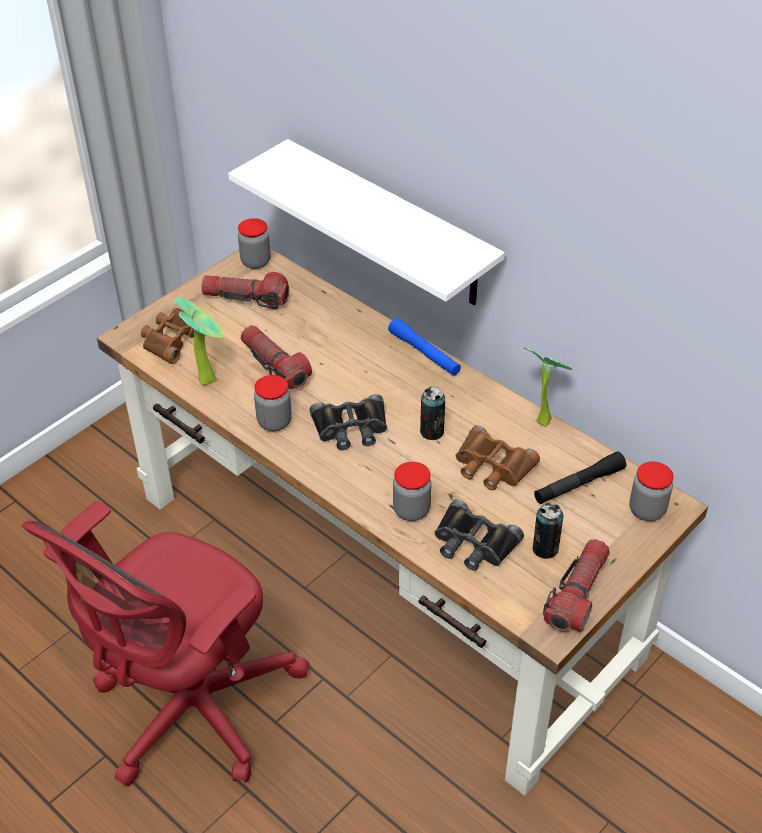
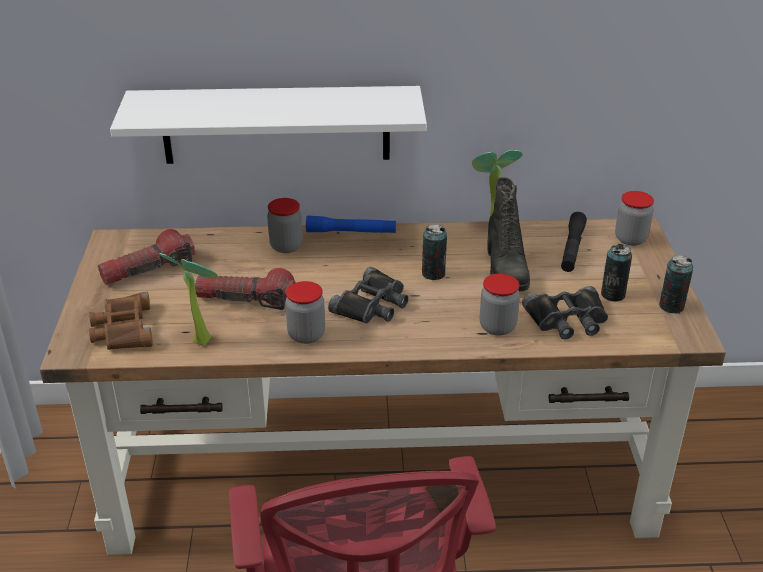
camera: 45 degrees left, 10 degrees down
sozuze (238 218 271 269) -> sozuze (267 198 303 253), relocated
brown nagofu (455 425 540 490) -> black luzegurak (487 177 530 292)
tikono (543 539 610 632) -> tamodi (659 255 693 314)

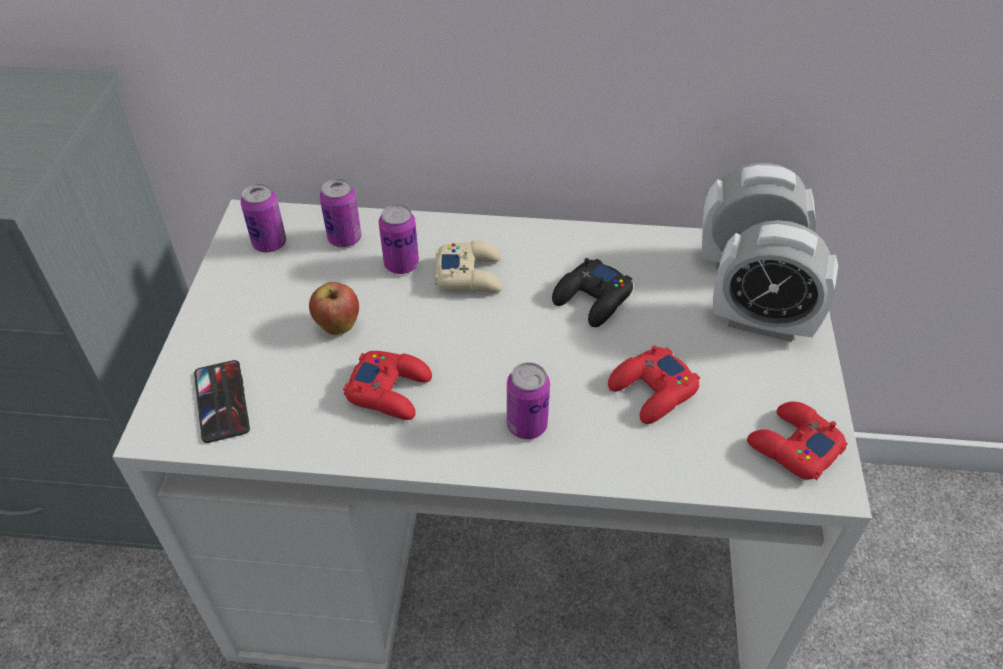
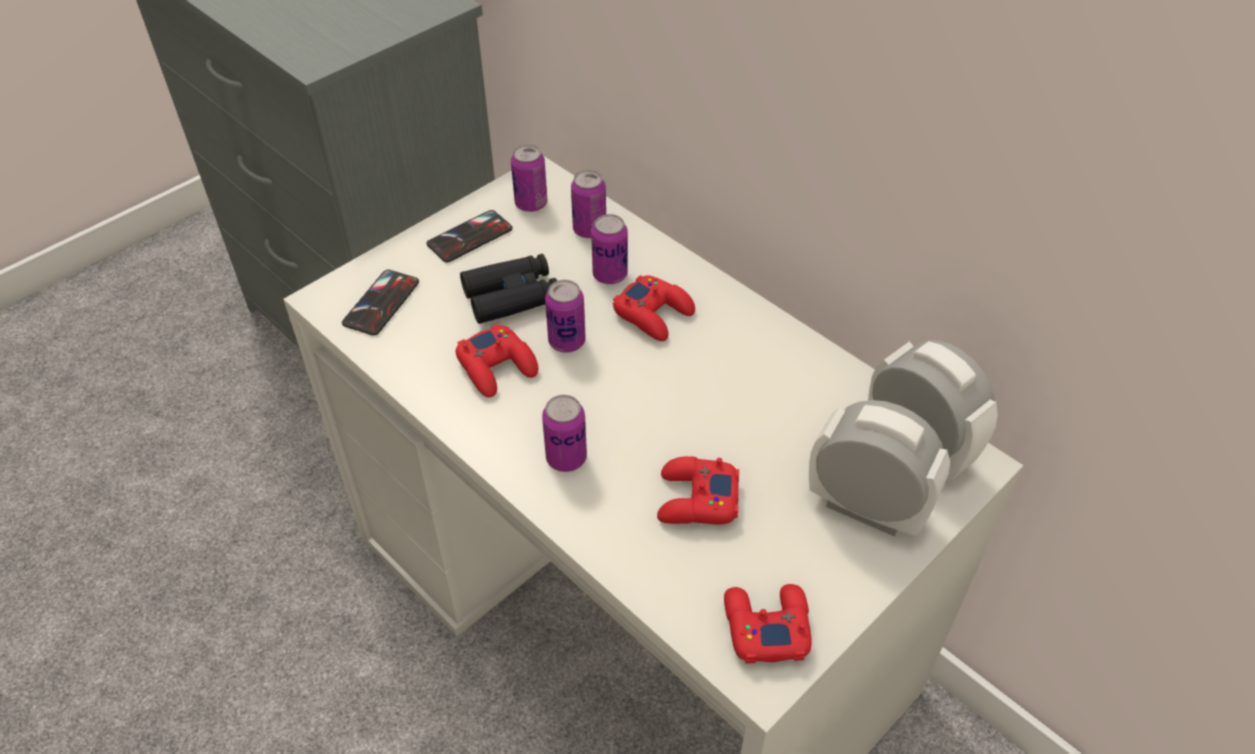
camera: 40 degrees right, 0 degrees up
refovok (309 282 359 335) -> black nagofu (460 254 557 324)
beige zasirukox (435 240 502 293) -> red zasirukox (613 275 695 341)
black zasirukox (552 258 633 327) -> none
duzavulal (713 220 838 342) -> duzavulal (809 400 950 536), 150 degrees clockwise
none -> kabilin (426 210 512 262)
none -> tamodi (545 280 586 353)

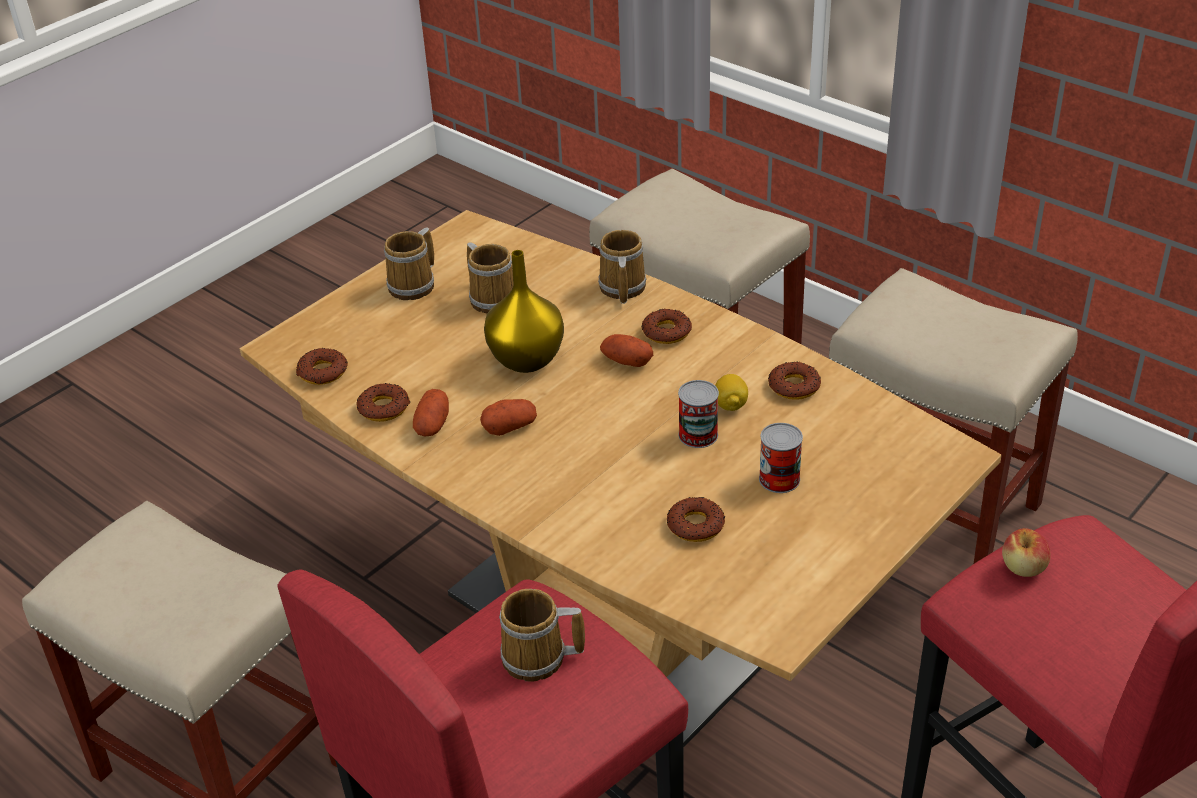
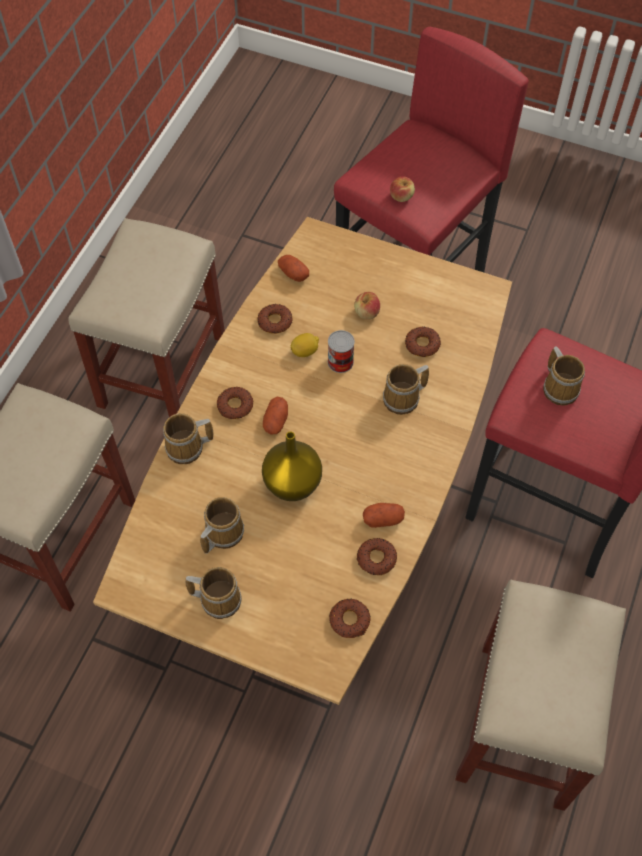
camera: 110 degrees left, 20 degrees up
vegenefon (480 399 537 436) -> vegenefon (278 255 309 282), relocated
tamodi (759 423 803 493) -> refovok (354 292 380 320)
none -> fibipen (383 364 429 415)

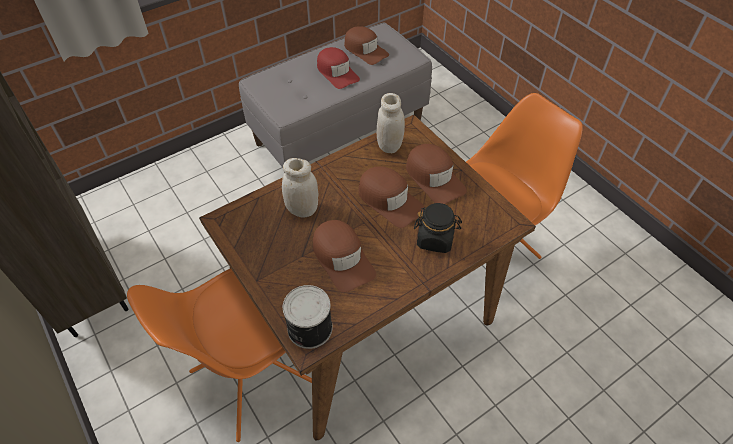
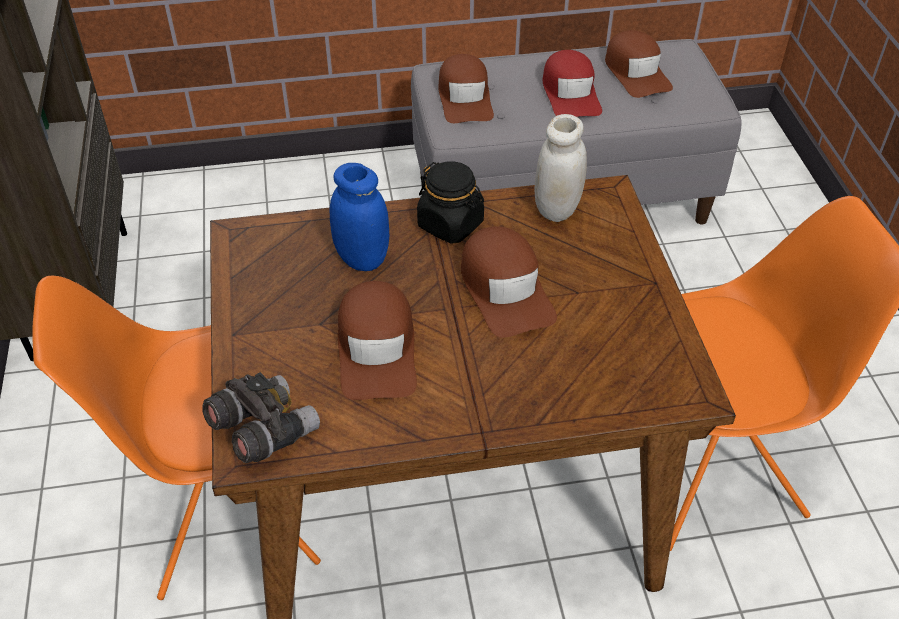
camera: 25 degrees right, 5 degrees down
white sozuze (282 158 318 218) -> blue sozuze (330 163 389 271)
tamodi (283 285 333 349) -> grey nagofu (203 372 320 463)
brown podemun (406 144 467 204) -> brown podemun (438 54 494 123), relocated
black sozuze (414 203 462 253) -> black sozuze (417 161 484 244), relocated

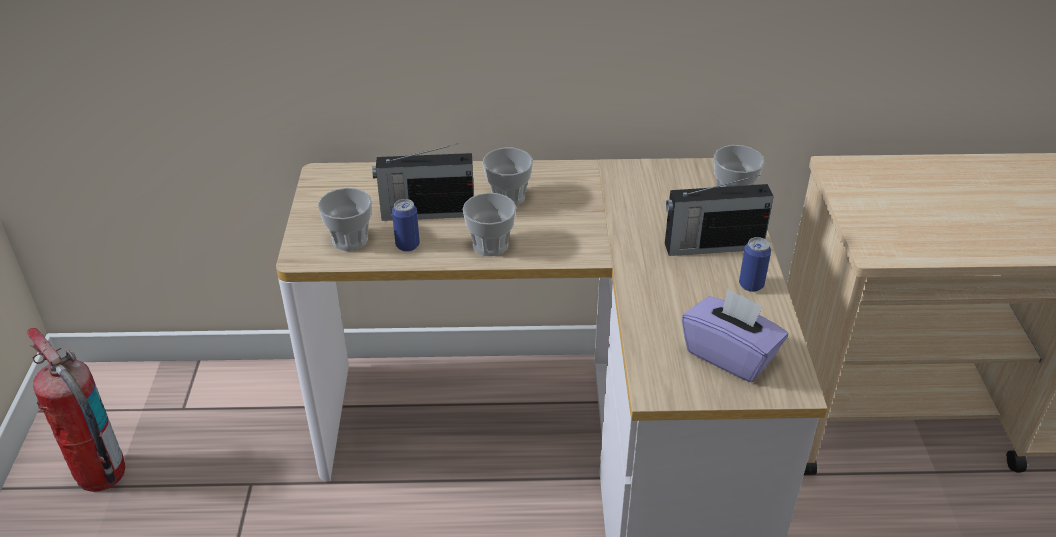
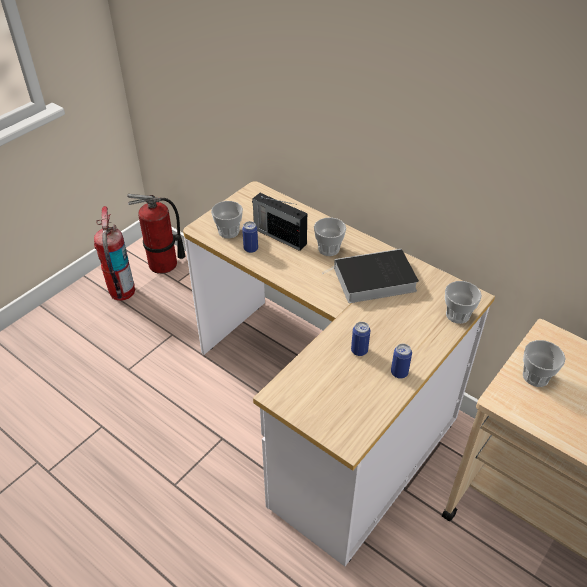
camera: 40 degrees right, 5 degrees up
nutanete (463 193 516 256) -> nutanete (523 340 566 387), relocated
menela (665 175 774 256) -> none
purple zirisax (682 289 788 382) -> none
none -> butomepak (127 194 185 274)
none -> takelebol (322 249 419 303)
none -> tamodi (351 322 370 356)

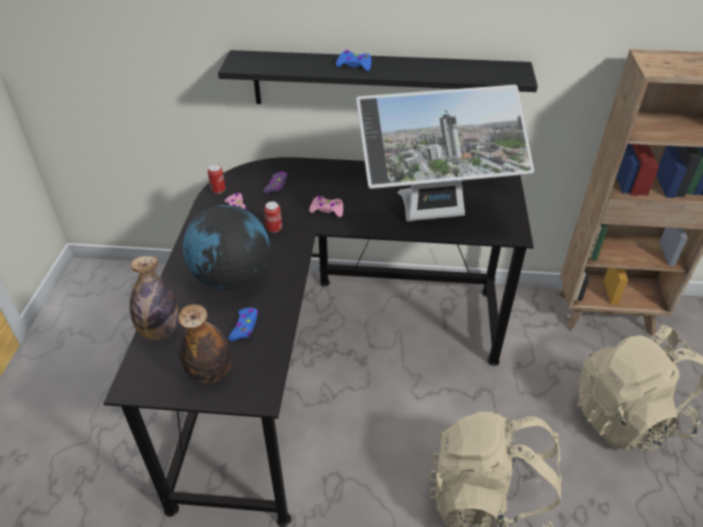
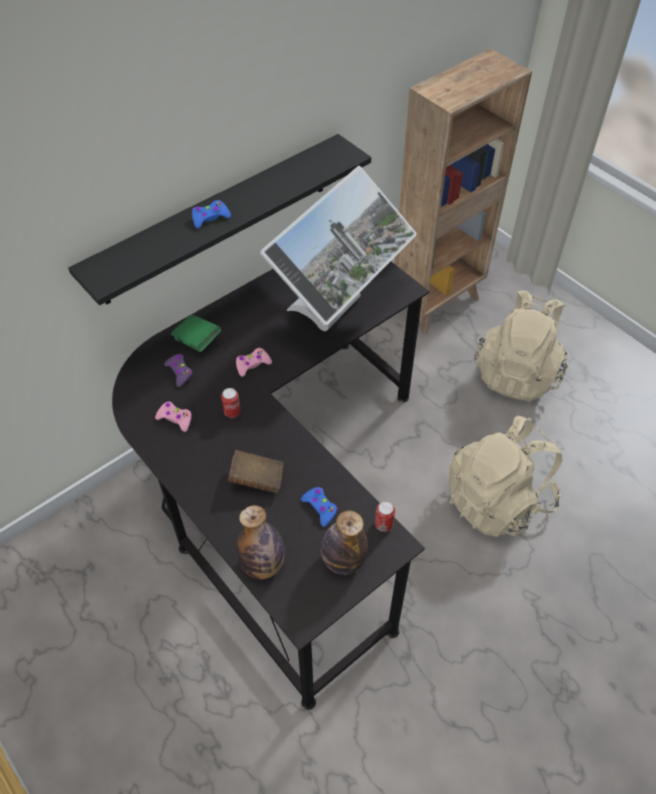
camera: 45 degrees left, 10 degrees up
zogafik (183 205 270 290) -> brown takelebol (228 450 283 494)
tamodi (208 164 226 194) -> tamodi (375 501 395 532), relocated
none -> green takelebol (171 314 221 352)

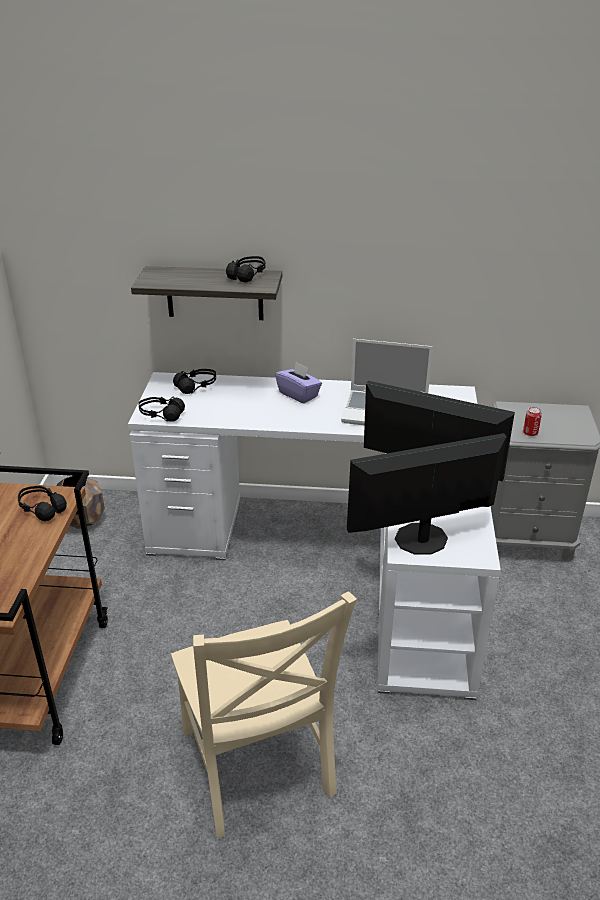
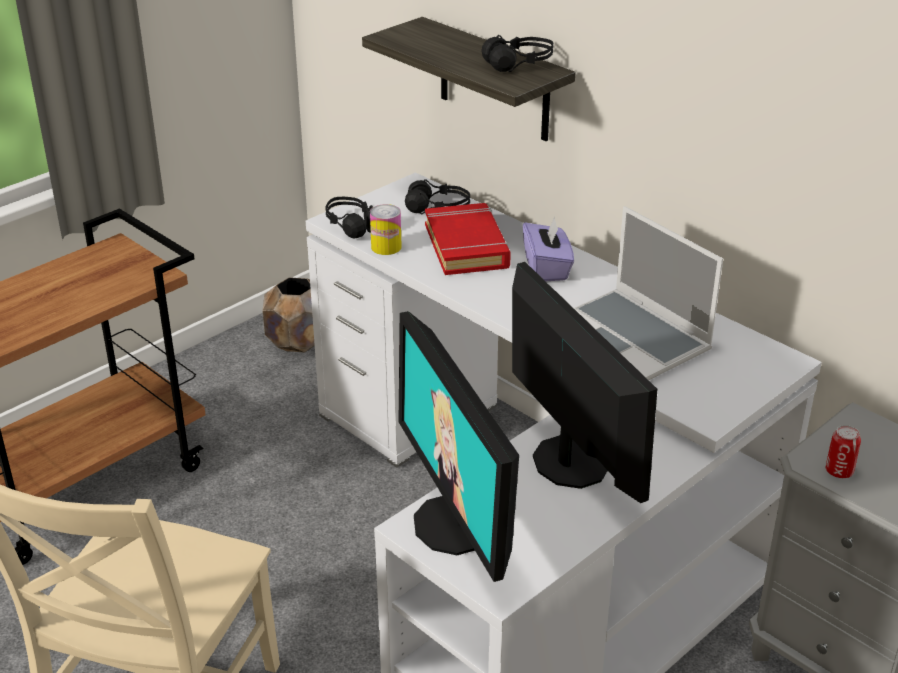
camera: 40 degrees right, 0 degrees up
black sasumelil (18 486 67 521) -> none
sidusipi (347 433 507 555) -> sidusipi (399 311 519 582), 135 degrees counterclockwise
none -> tamodi (370 204 402 255)
none -> red takelebol (425 203 511 275)

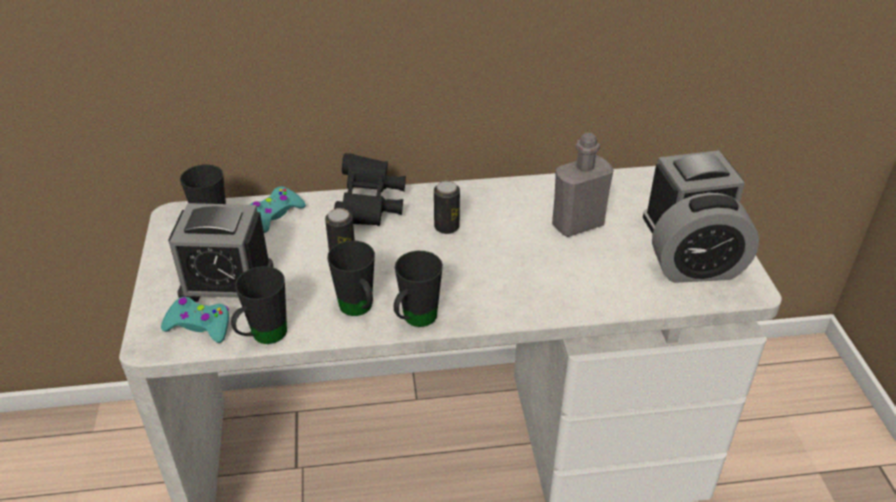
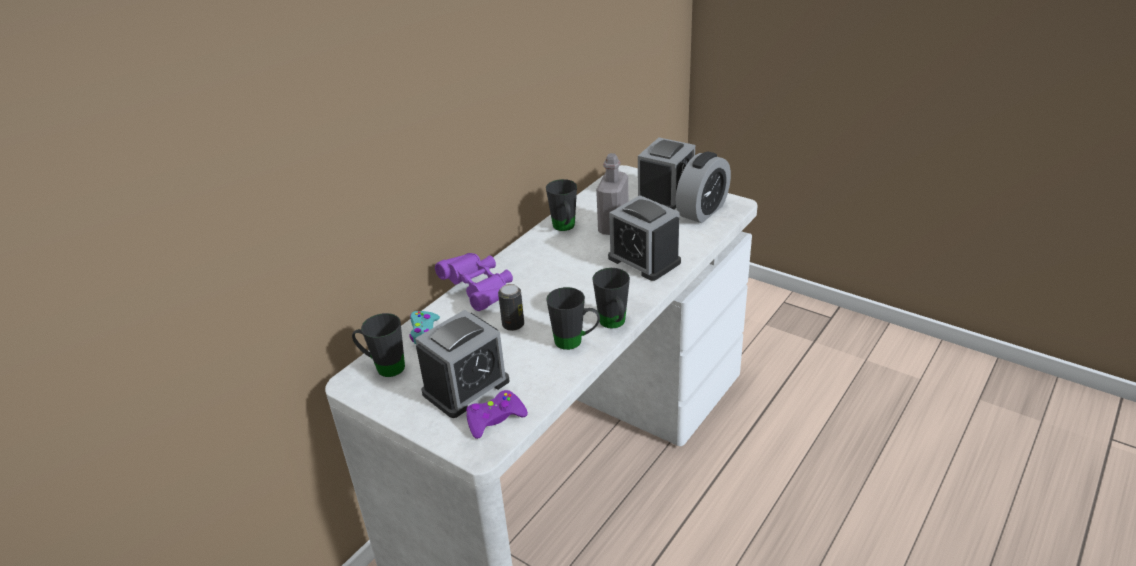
camera: 45 degrees left, 5 degrees down
turquoise zasirukox (161 297 229 343) -> purple zasirukox (466 390 528 439)
black fibipen (231 266 287 344) -> black fibipen (546 179 577 231), relocated
black nagofu (334 153 406 226) -> purple nagofu (435 253 513 311)
tamodi (434 181 460 234) -> none
none -> duzavulal (608 195 681 281)

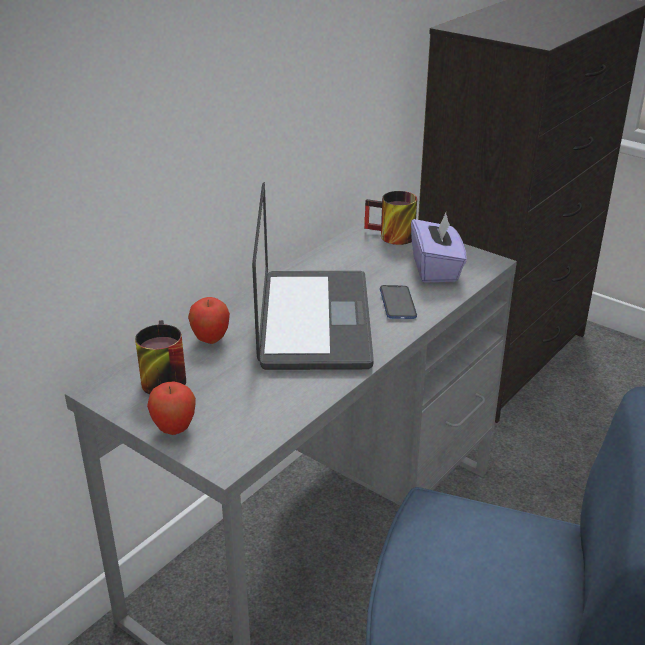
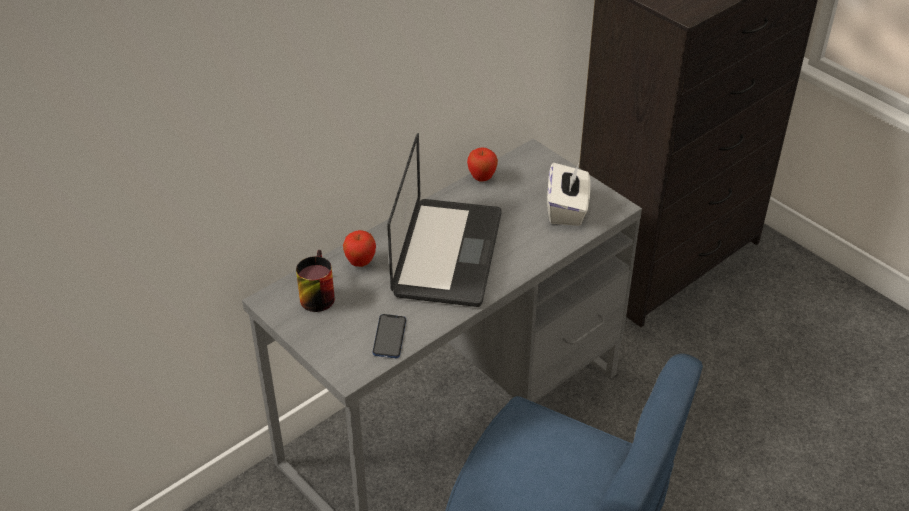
camera: 10 degrees right, 10 degrees up
refovok (147 381 196 435) -> refovok (467 148 498 182), relocated
fibipen (364 191 417 245) -> none
kabilin (380 285 417 319) -> kabilin (372 314 406 358), relocated
purple zirisax (411 213 467 283) -> white zirisax (547 163 590 226)

